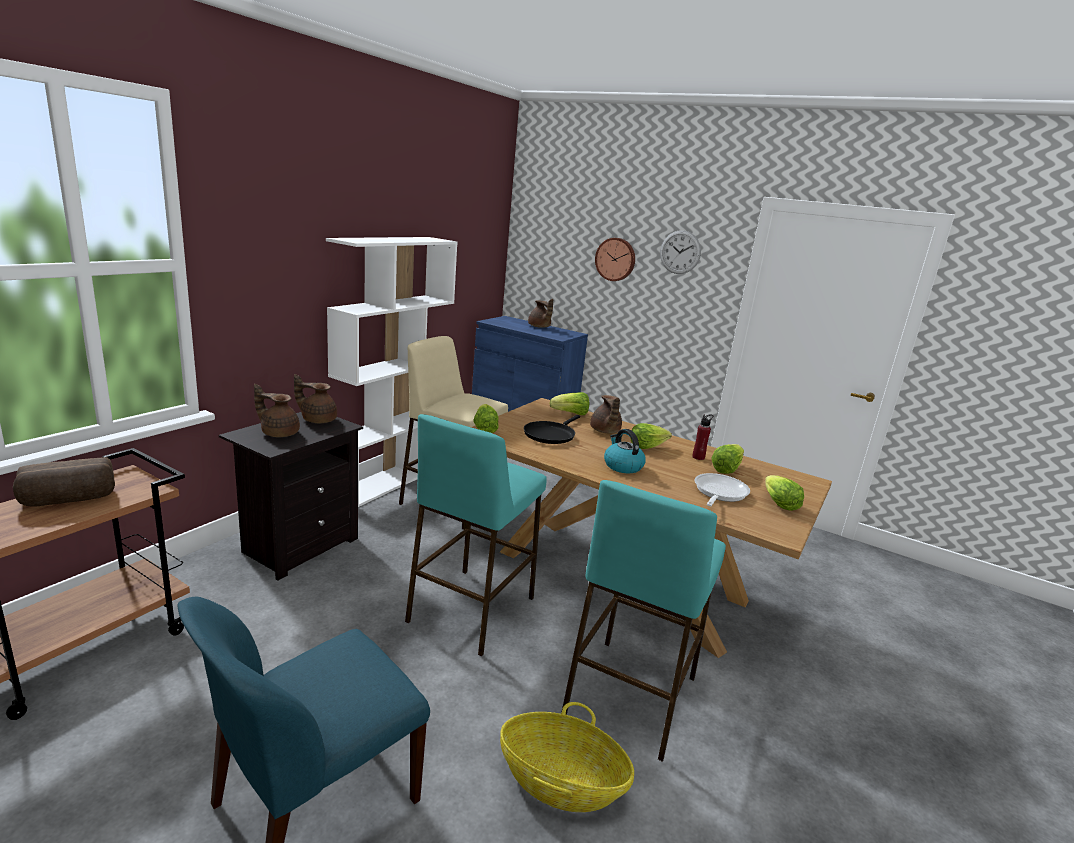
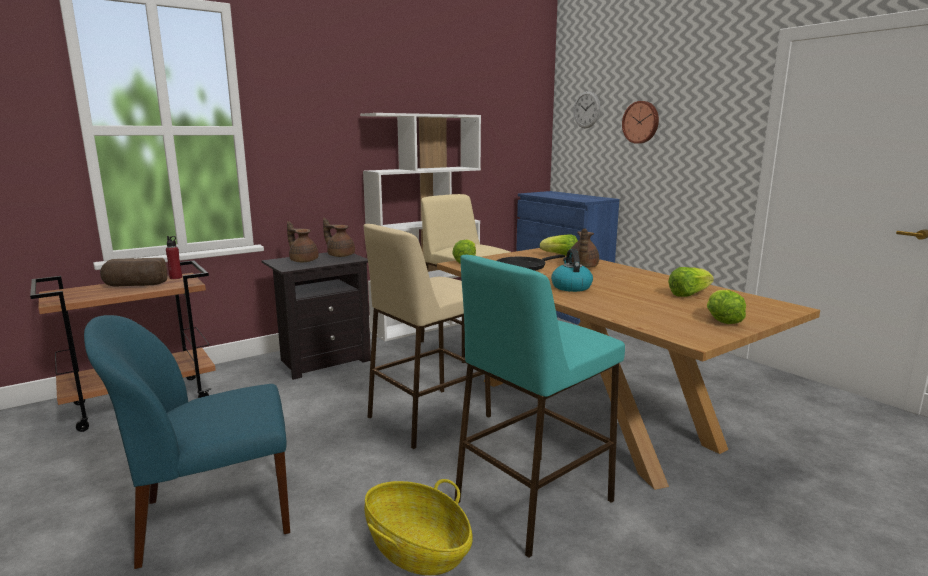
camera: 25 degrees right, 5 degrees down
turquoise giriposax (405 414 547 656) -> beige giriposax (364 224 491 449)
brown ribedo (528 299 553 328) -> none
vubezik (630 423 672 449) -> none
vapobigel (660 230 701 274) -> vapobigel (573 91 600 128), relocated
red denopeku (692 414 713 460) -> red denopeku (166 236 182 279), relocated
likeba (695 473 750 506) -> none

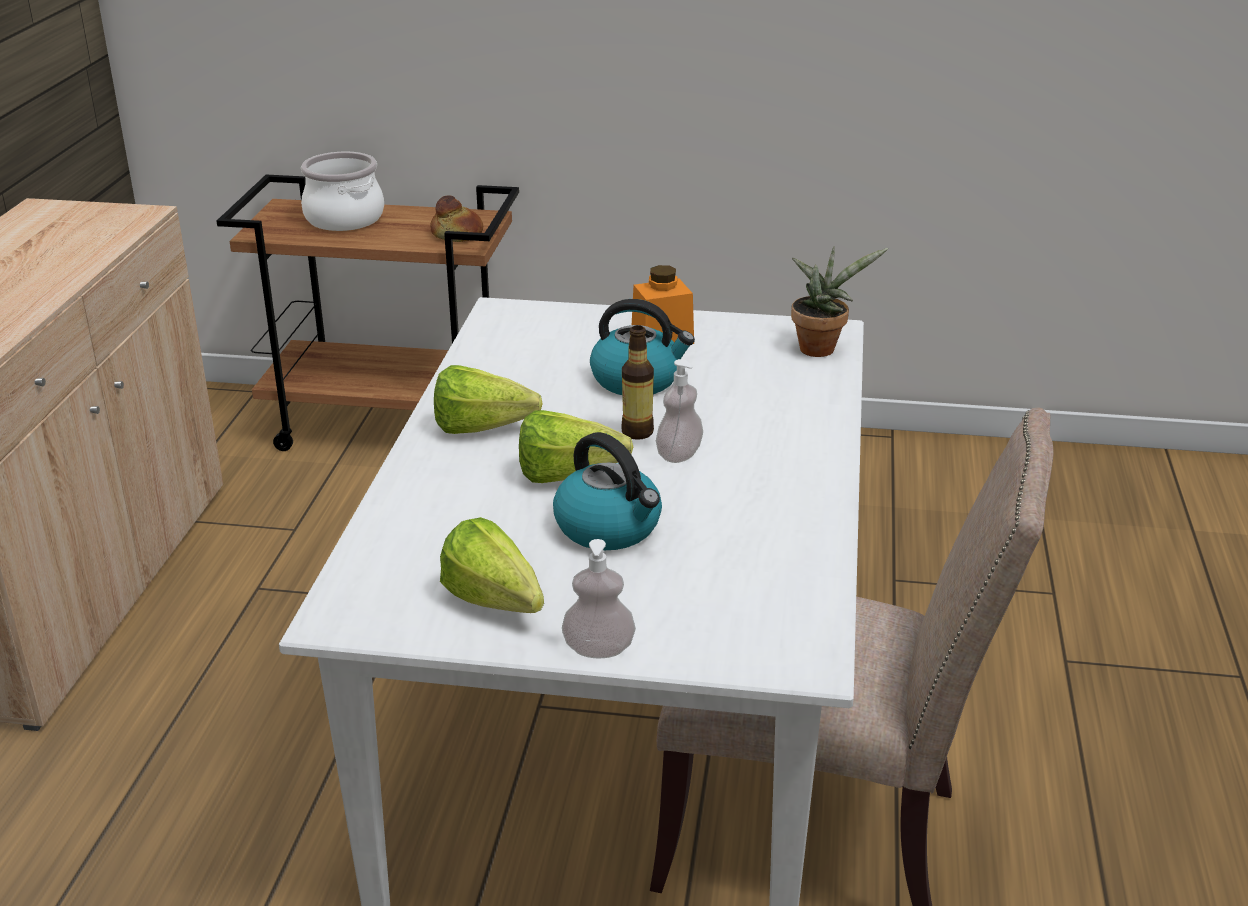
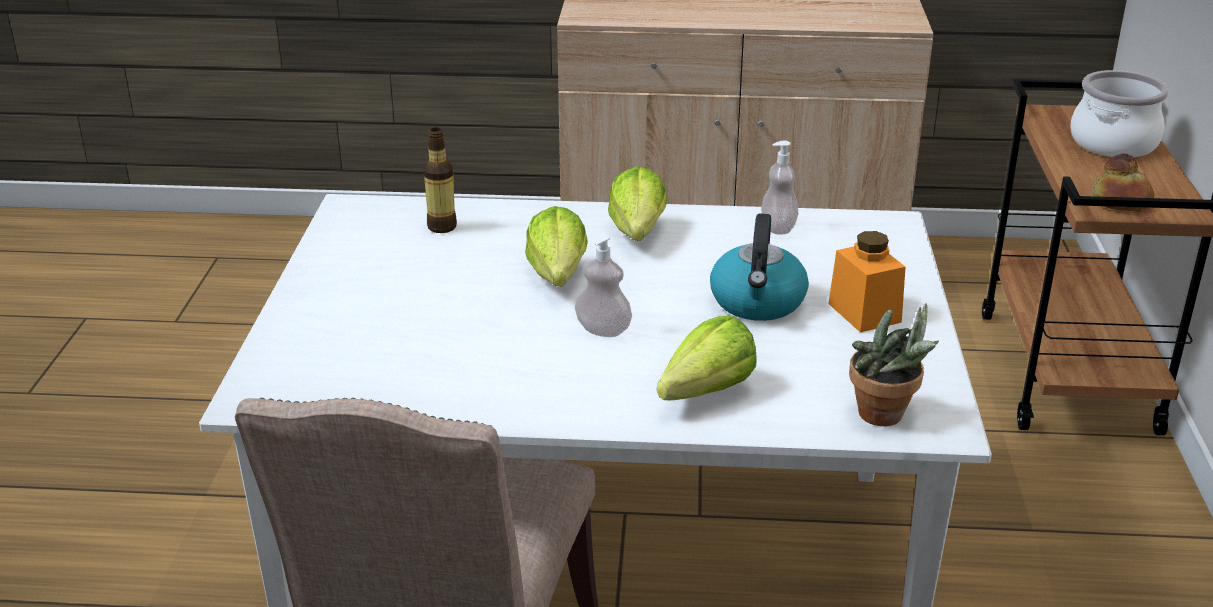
camera: 85 degrees right, 0 degrees up
vubezik (440 517 544 613) -> vubezik (657 316 757 400), relocated
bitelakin (553 432 662 550) -> none
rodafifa (562 539 636 659) -> rodafifa (761 140 799 235), relocated
denopeku (621 325 654 440) -> denopeku (423 128 457 233), relocated

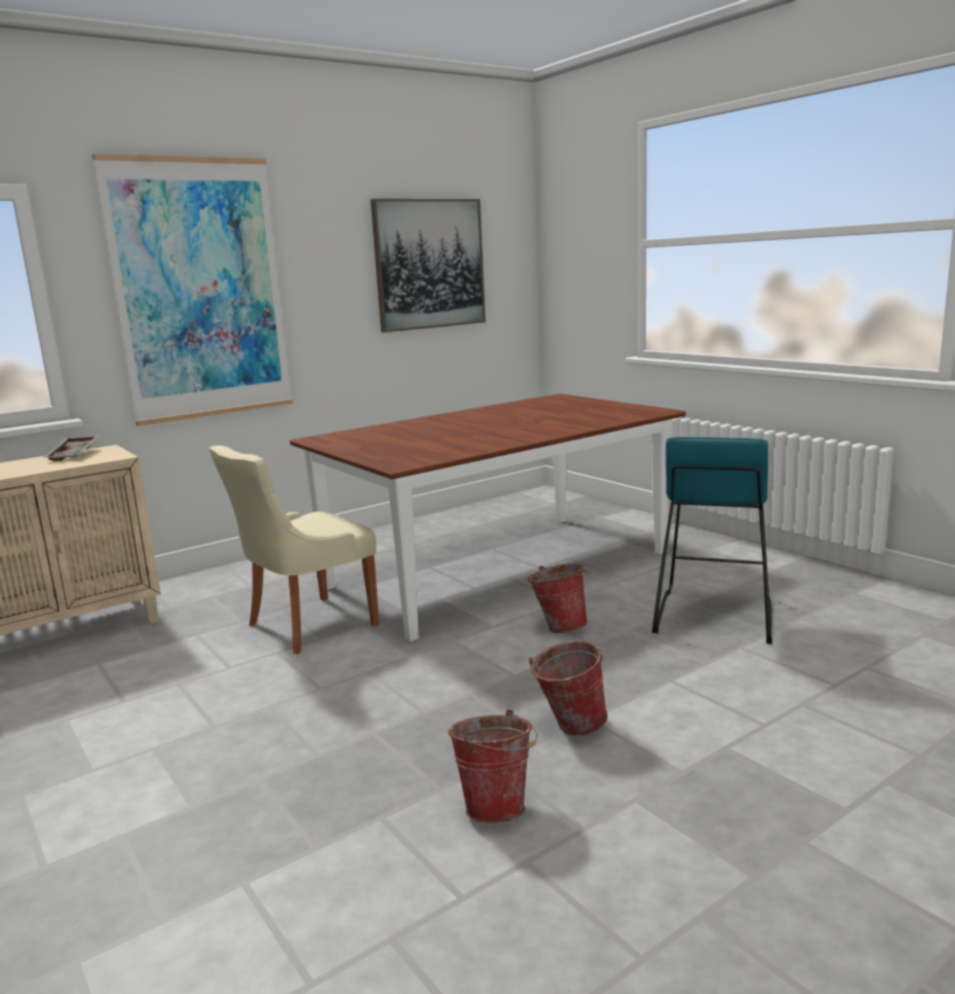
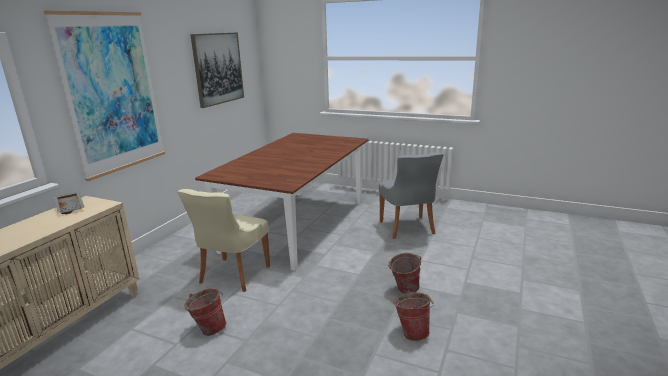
camera: 30 degrees left, 5 degrees up
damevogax (528 563 588 633) -> damevogax (184 288 226 336), relocated
turquoise giriposax (652 437 772 644) -> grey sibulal (379 153 444 239)

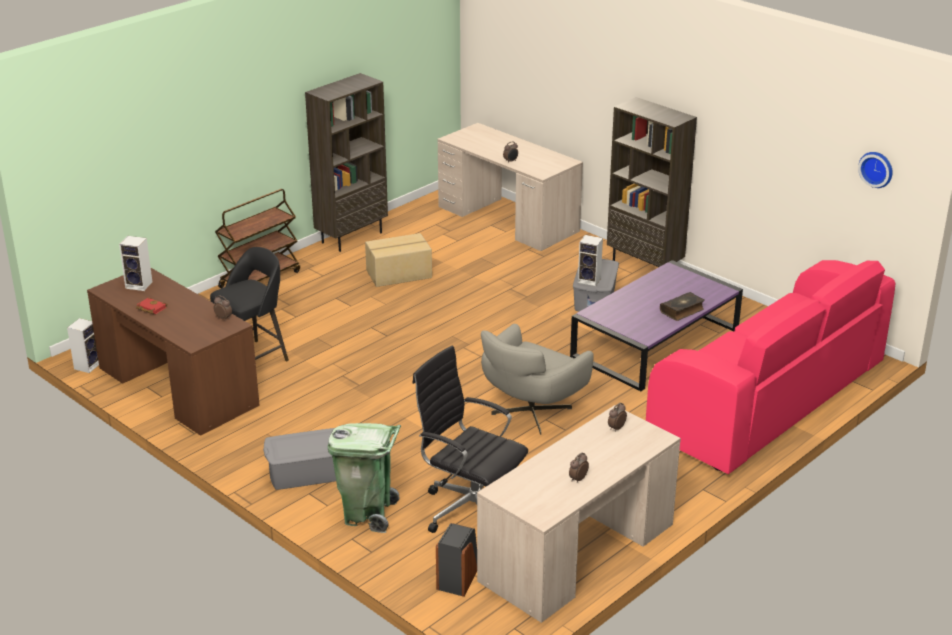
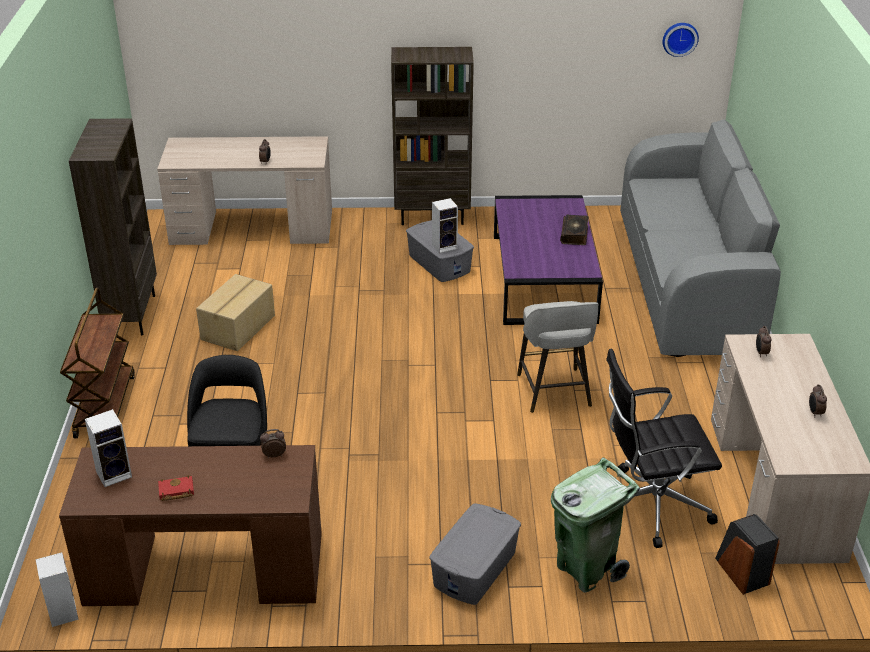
camera: 45 degrees left, 5 degrees up
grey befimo (481 324 594 435) -> grey giriposax (517 301 598 413)
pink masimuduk (646 260 895 474) -> grey masimuduk (620 119 781 357)

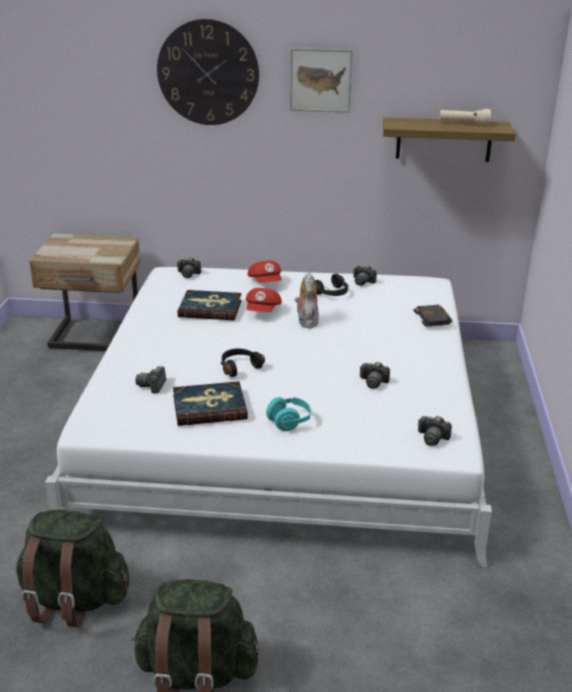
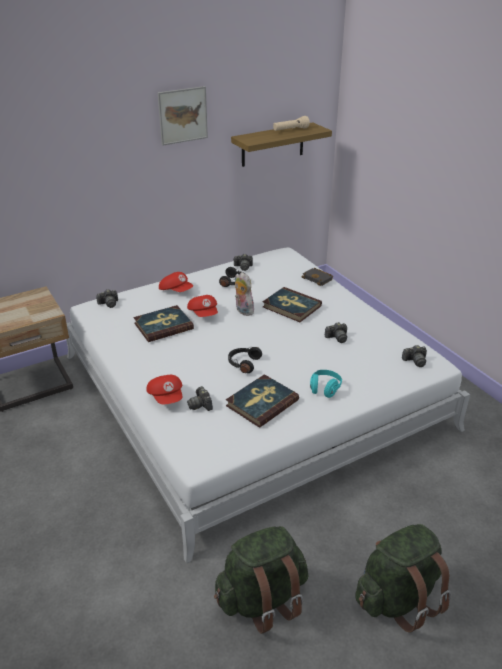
camera: 35 degrees left, 5 degrees up
vapobigel (157 19 259 125) -> none
none -> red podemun (147 375 182 404)
none -> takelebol (263 287 322 322)

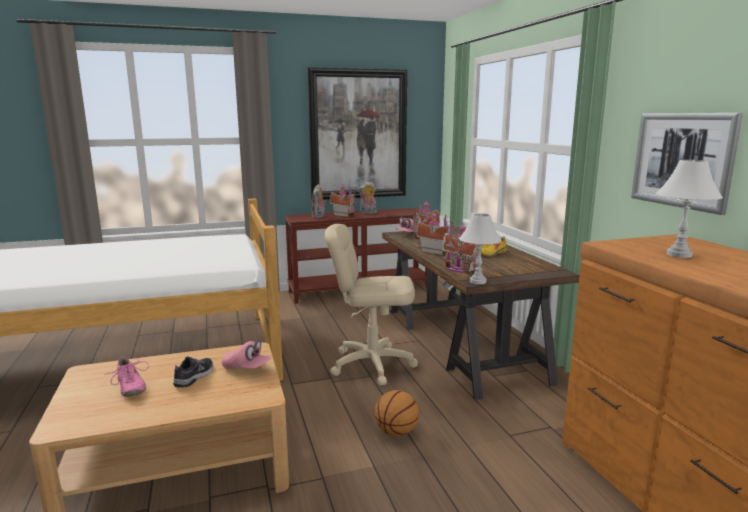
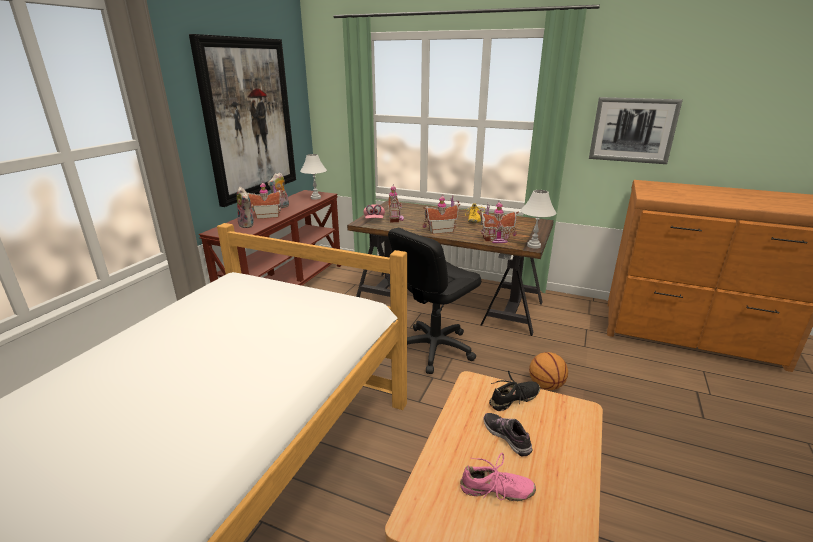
camera: 50 degrees left, 10 degrees up
pink podemun (222 339 272 369) -> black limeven (489 371 540 411)
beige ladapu (325 224 418 385) -> black ladapu (388 228 481 374)
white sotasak (656 160 723 258) -> white sotasak (300 154 327 200), relocated

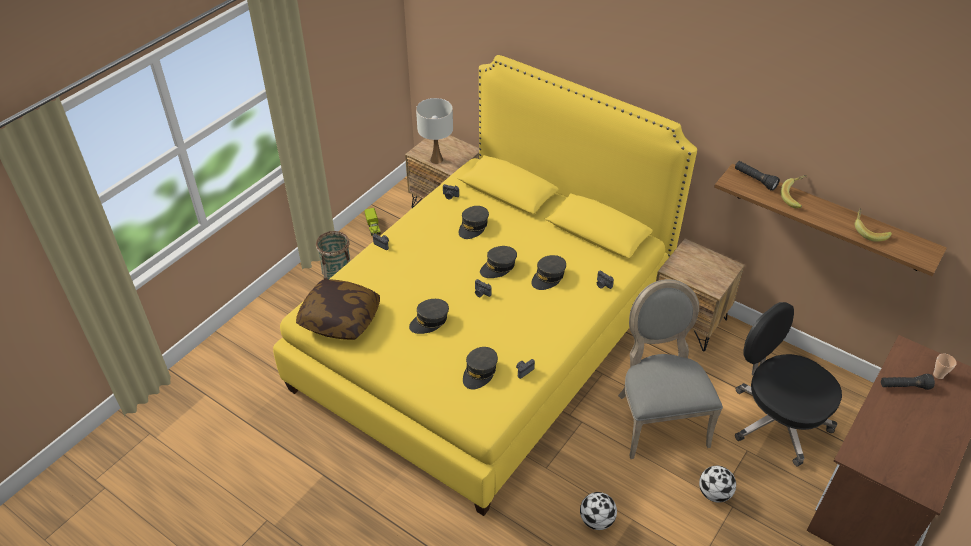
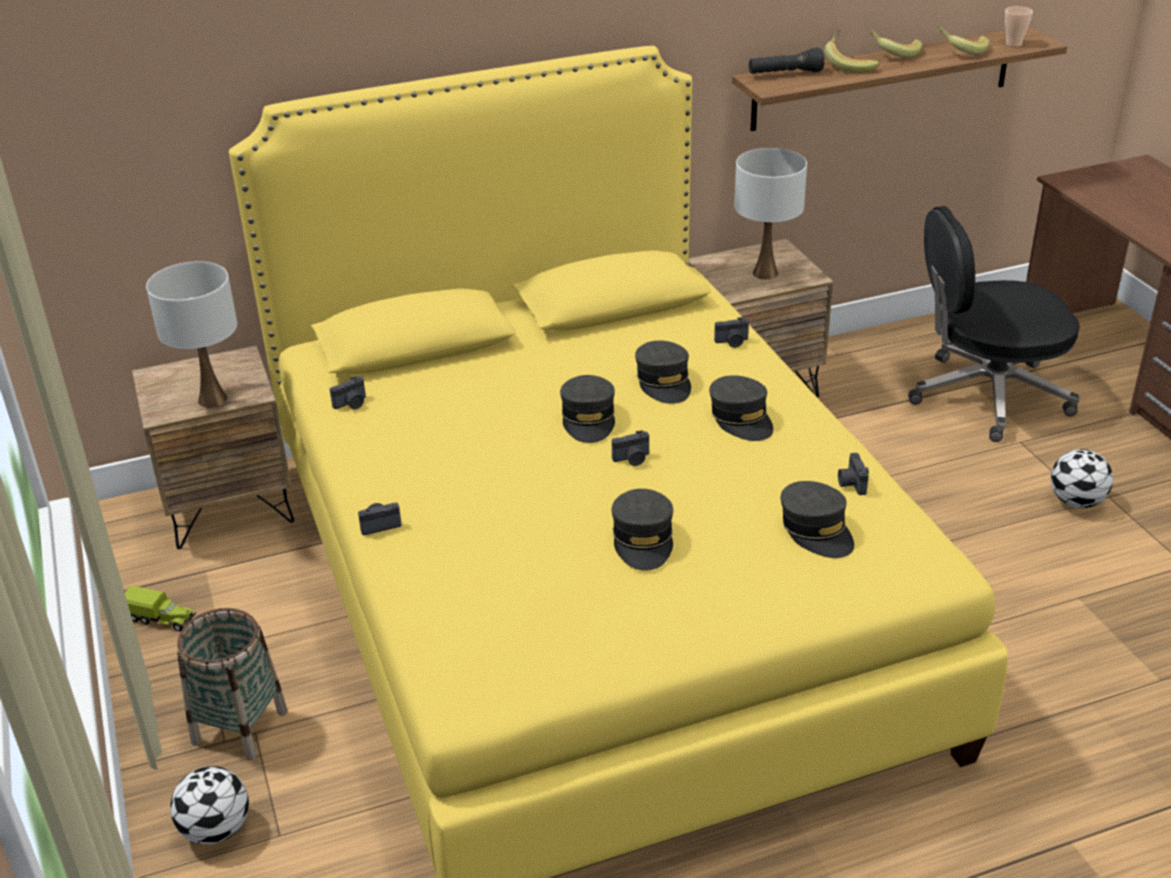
camera: 55 degrees left, 10 degrees down
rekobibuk (296 279 380 340) -> none
grey podemun (459 206 489 239) -> grey podemun (709 375 773 441), relocated
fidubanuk (580 492 617 530) -> fidubanuk (170 766 249 845), relocated
grey sibulal (618 279 723 459) -> none
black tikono (881 374 935 390) -> none
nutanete (933 354 957 379) -> nutanete (1005 6 1033 47), relocated
none -> white sotasak (734 148 807 280)
none -> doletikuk (868 27 922 58)

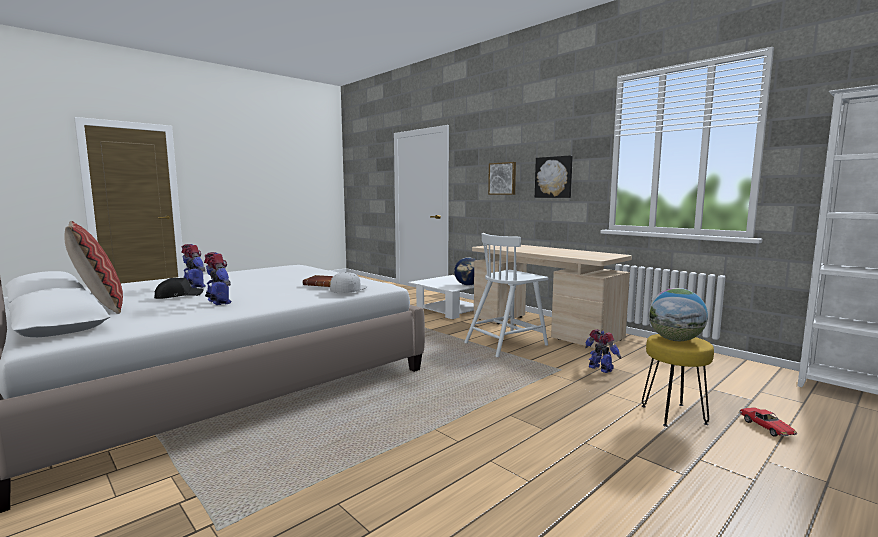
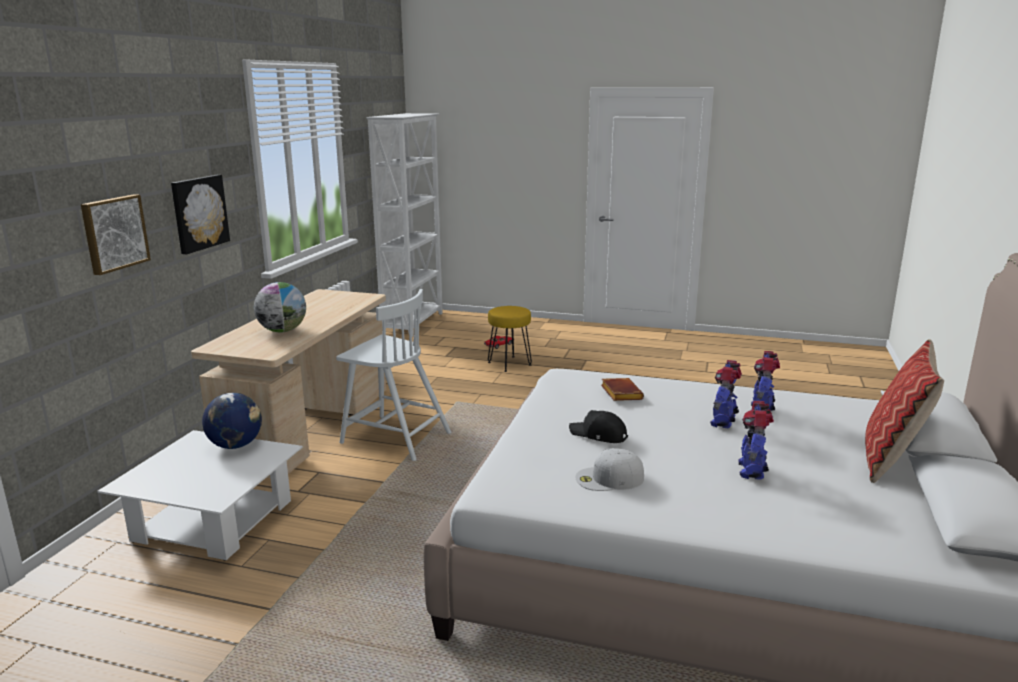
camera: 120 degrees left, 10 degrees up
black podemun (154 278 204 299) -> black podemun (569 410 628 443), relocated
white podemun (330 272 367 293) -> white podemun (576 448 644 491), relocated
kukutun (585 329 621 373) -> kukutun (710 360 742 428), relocated
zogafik (648 288 708 341) -> zogafik (254 282 306 332), relocated

